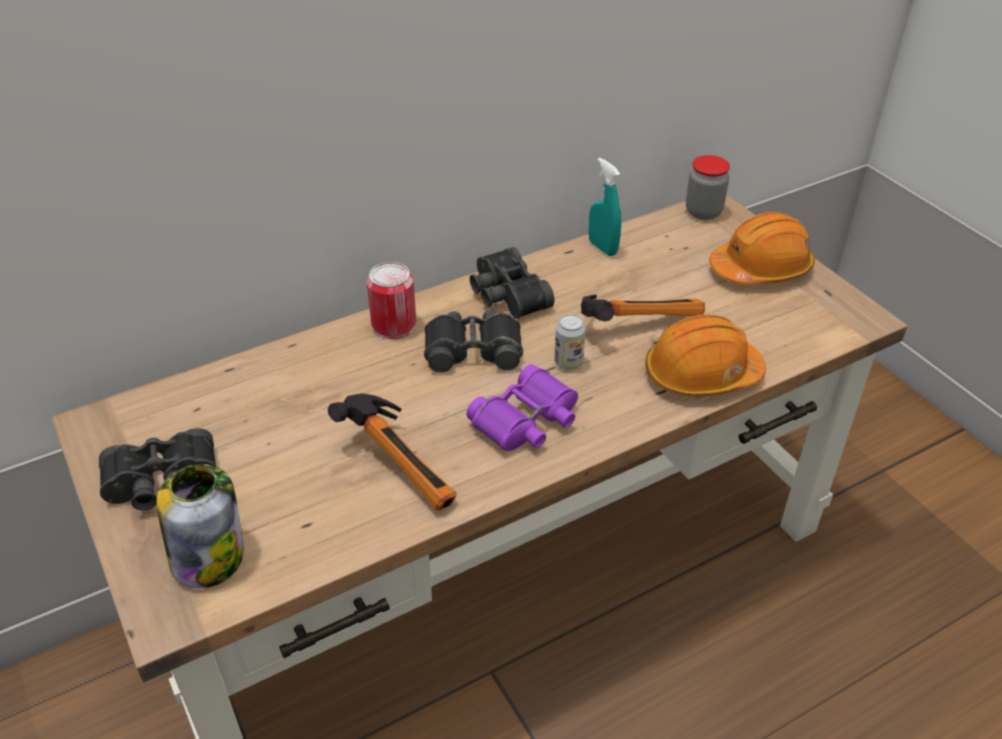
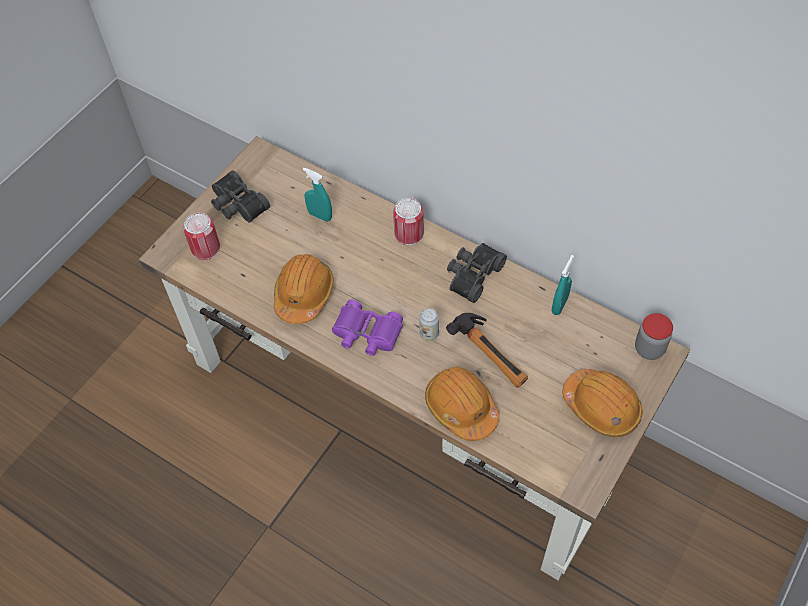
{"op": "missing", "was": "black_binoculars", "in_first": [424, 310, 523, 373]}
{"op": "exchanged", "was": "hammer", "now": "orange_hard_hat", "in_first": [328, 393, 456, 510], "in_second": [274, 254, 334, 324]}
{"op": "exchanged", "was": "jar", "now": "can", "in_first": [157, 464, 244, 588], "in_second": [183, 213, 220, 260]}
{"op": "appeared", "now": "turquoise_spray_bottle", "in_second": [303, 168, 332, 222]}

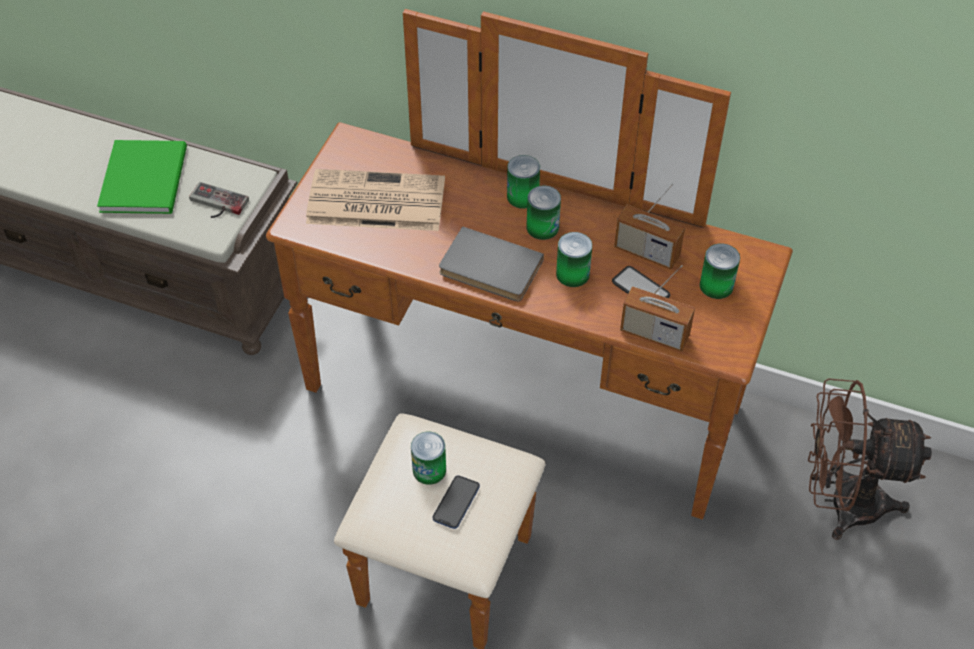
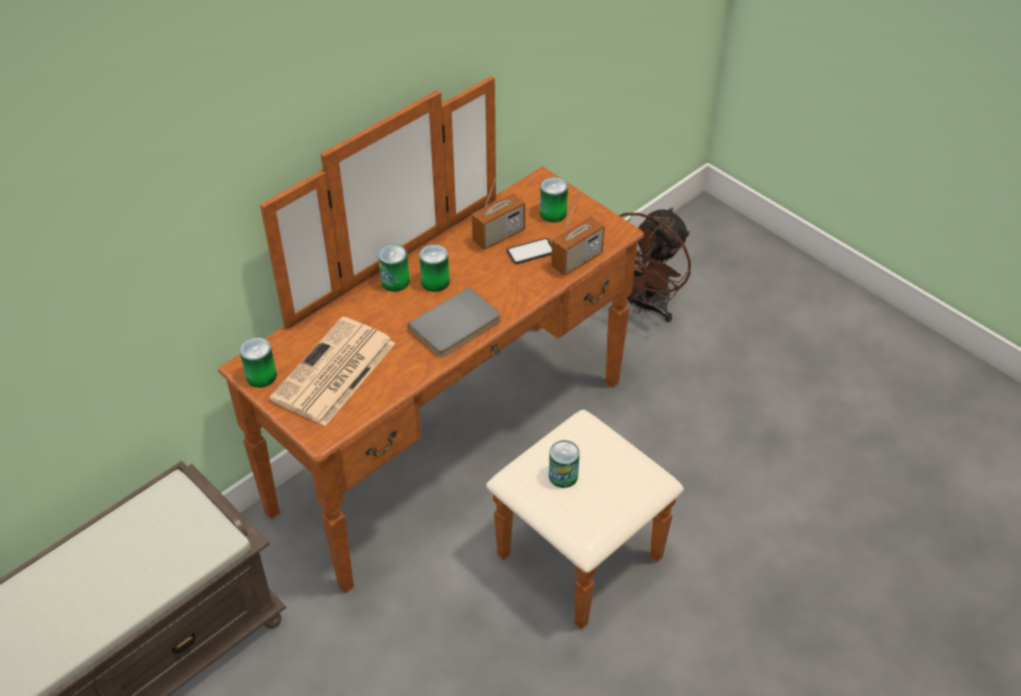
{"op": "missing", "was": "green_book", "in_first": [97, 140, 187, 214]}
{"op": "missing", "was": "game_controller", "in_first": [189, 182, 249, 218]}
{"op": "relocated", "was": "can", "in_first": [556, 232, 592, 287], "in_second": [239, 337, 277, 388]}
{"op": "missing", "was": "phone", "in_first": [432, 475, 480, 529]}

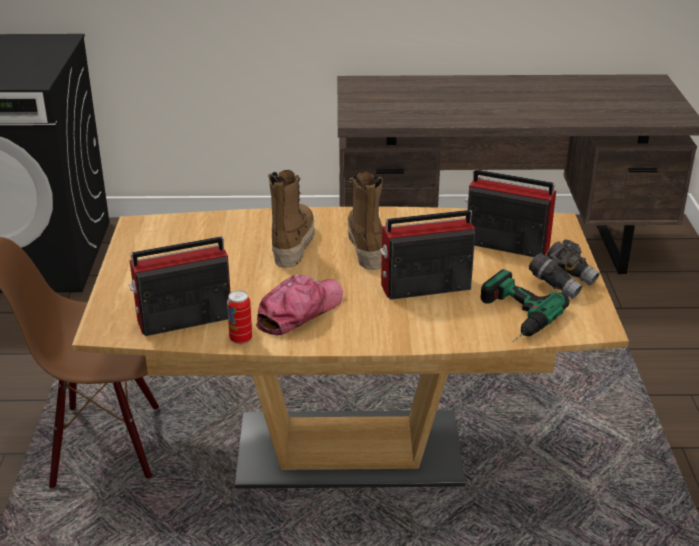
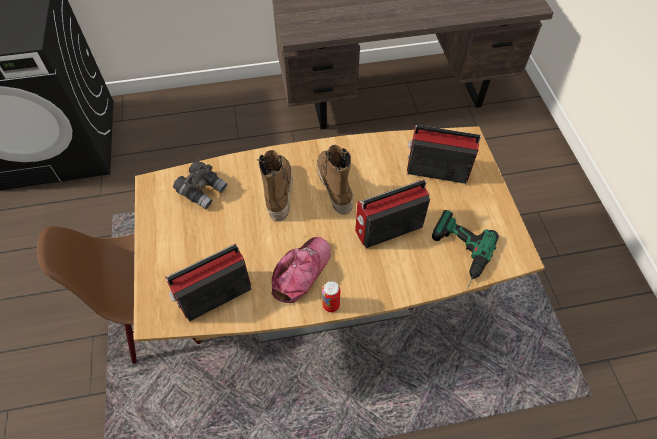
{"op": "relocated", "was": "grey_binoculars", "in_first": [529, 239, 600, 299], "in_second": [173, 160, 227, 209]}
{"op": "relocated", "was": "can", "in_first": [227, 290, 252, 344], "in_second": [322, 281, 340, 312]}

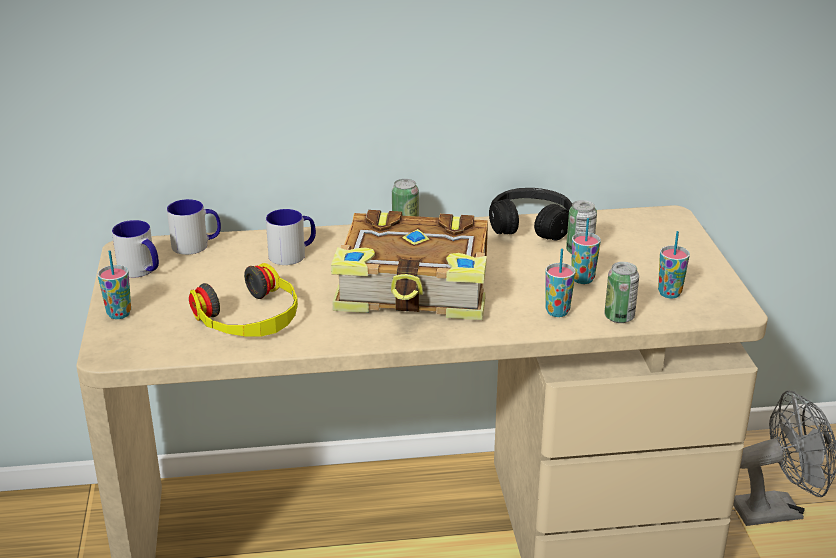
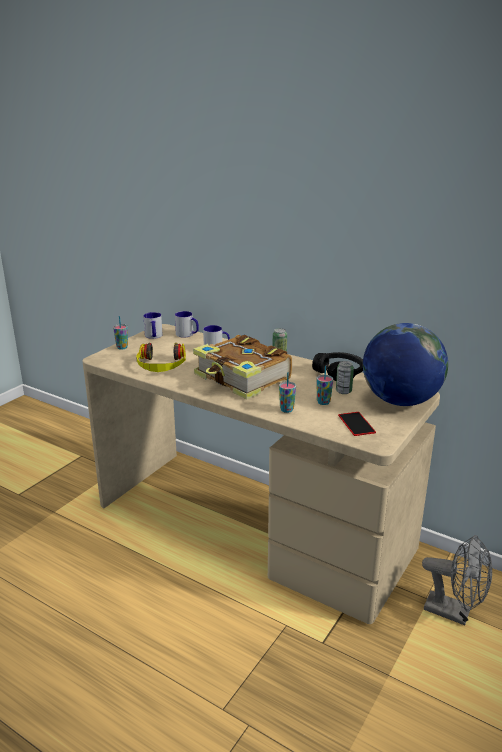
{"op": "exchanged", "was": "cup", "now": "phone", "in_first": [658, 231, 690, 298], "in_second": [338, 412, 376, 436]}
{"op": "missing", "was": "can", "in_first": [604, 262, 639, 323]}
{"op": "appeared", "now": "globe", "in_second": [363, 323, 448, 406]}

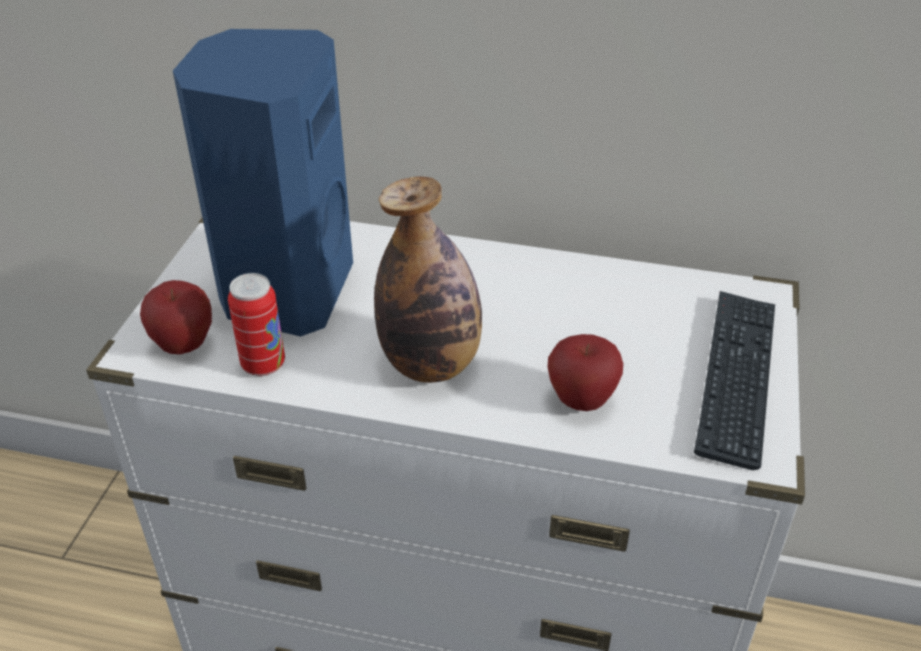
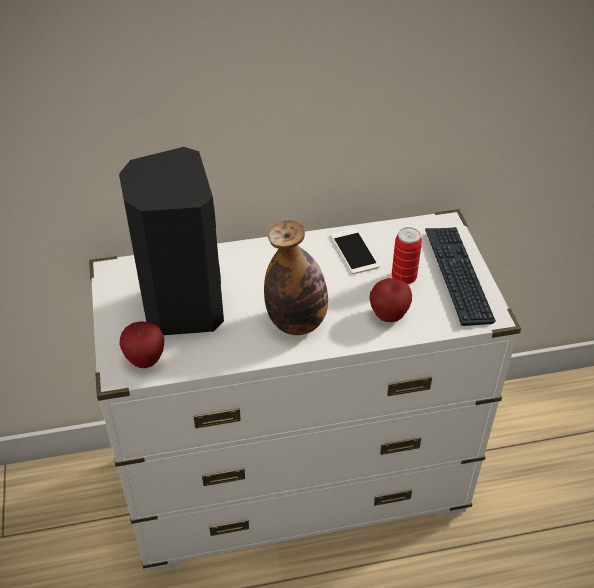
{"op": "colour", "was": "blue_speaker", "now": "black_speaker", "in_first": [173, 29, 353, 337], "in_second": [119, 147, 224, 335]}
{"op": "relocated", "was": "can", "in_first": [228, 273, 285, 376], "in_second": [392, 227, 422, 284]}
{"op": "appeared", "now": "phone", "in_second": [330, 228, 380, 274]}

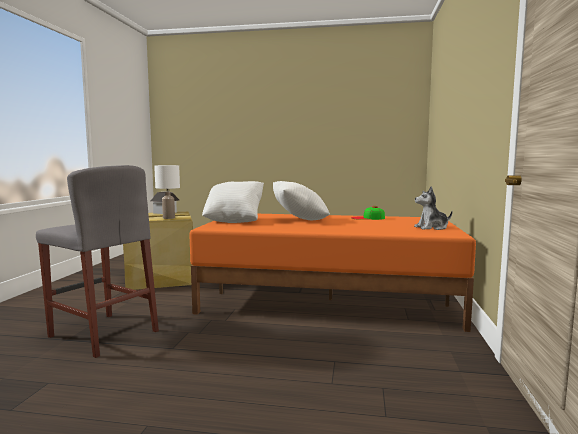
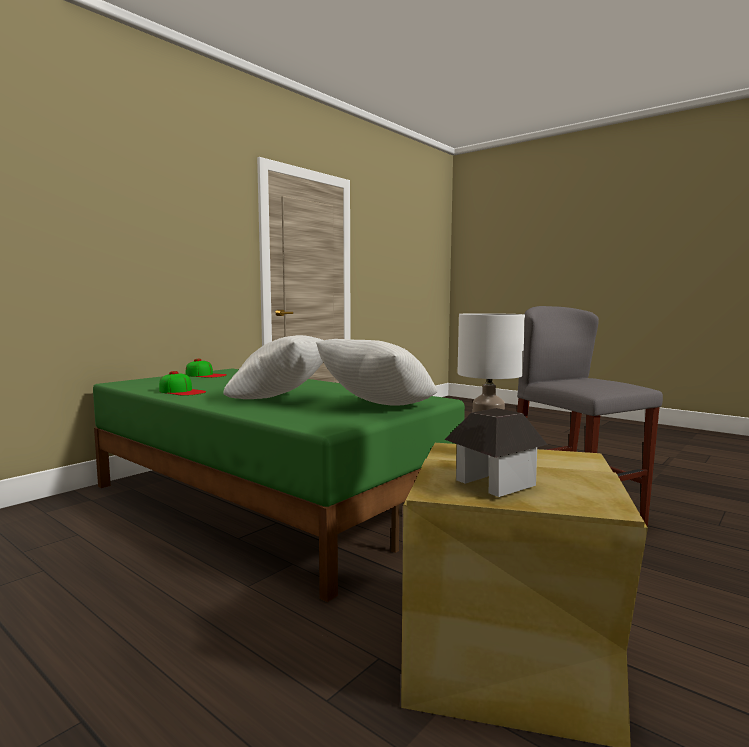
{"op": "exchanged", "was": "plush_toy", "now": "cap", "in_first": [414, 186, 453, 230], "in_second": [185, 359, 227, 378]}
{"op": "colour", "was": "orange_bed", "now": "green_bed", "in_first": [189, 214, 476, 332], "in_second": [93, 368, 465, 602]}

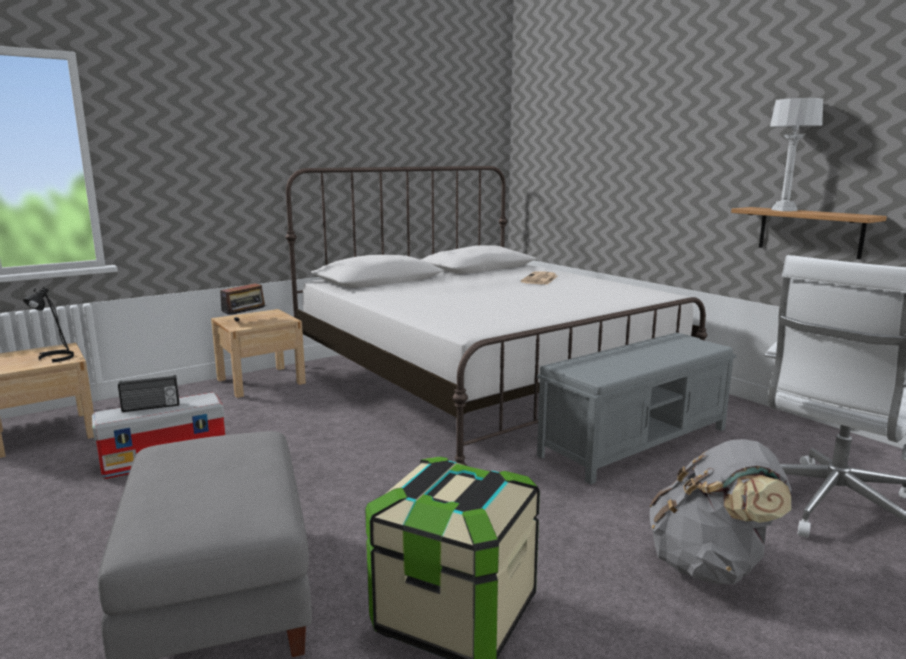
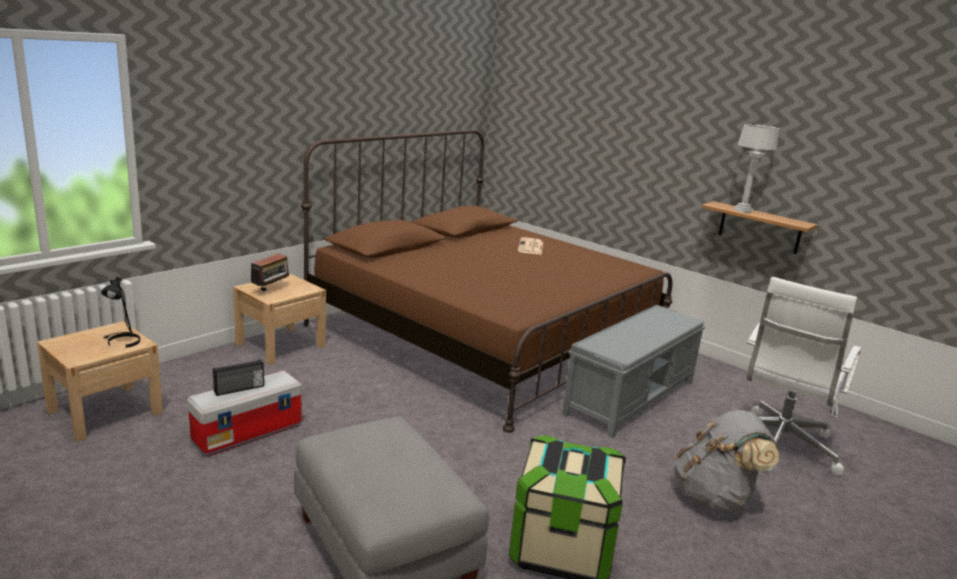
{"op": "colour", "was": "white_bed", "now": "brown_bed", "in_first": [286, 166, 707, 466], "in_second": [301, 129, 673, 433]}

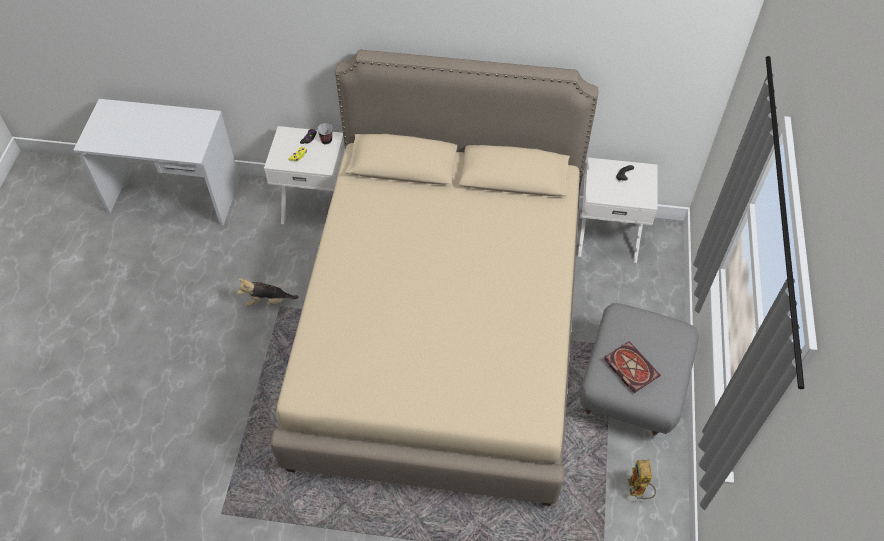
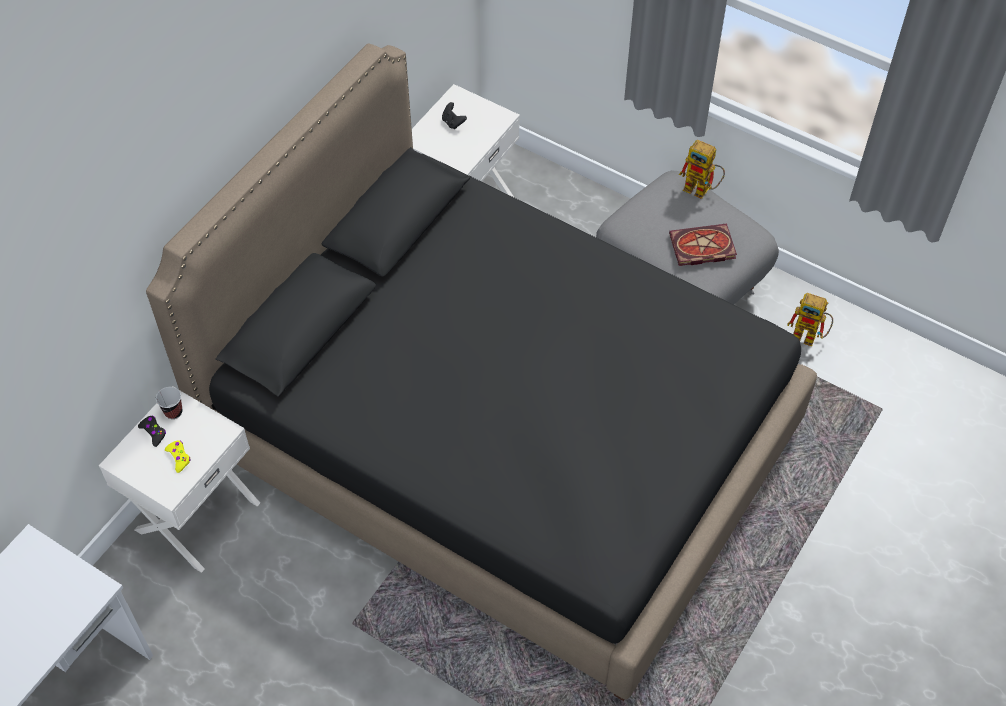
{"op": "colour", "was": "beige_bed", "now": "black_bed", "in_first": [270, 50, 598, 506], "in_second": [146, 43, 817, 701]}
{"op": "missing", "was": "plush_toy", "in_first": [237, 279, 299, 306]}
{"op": "appeared", "now": "toy_robot", "in_second": [679, 140, 725, 199]}

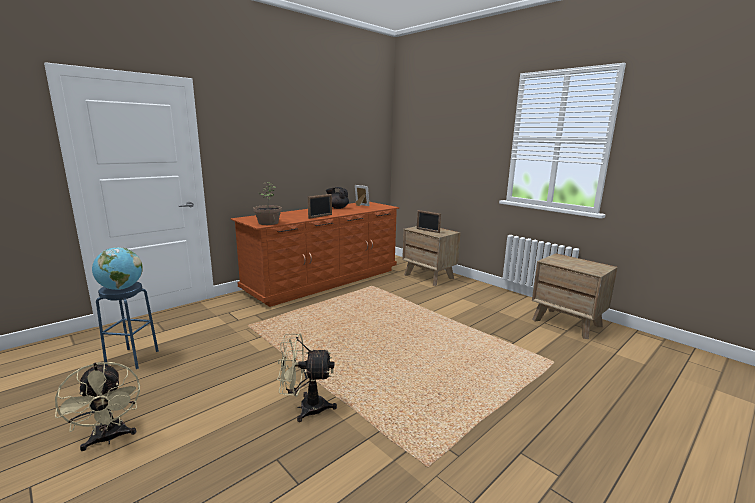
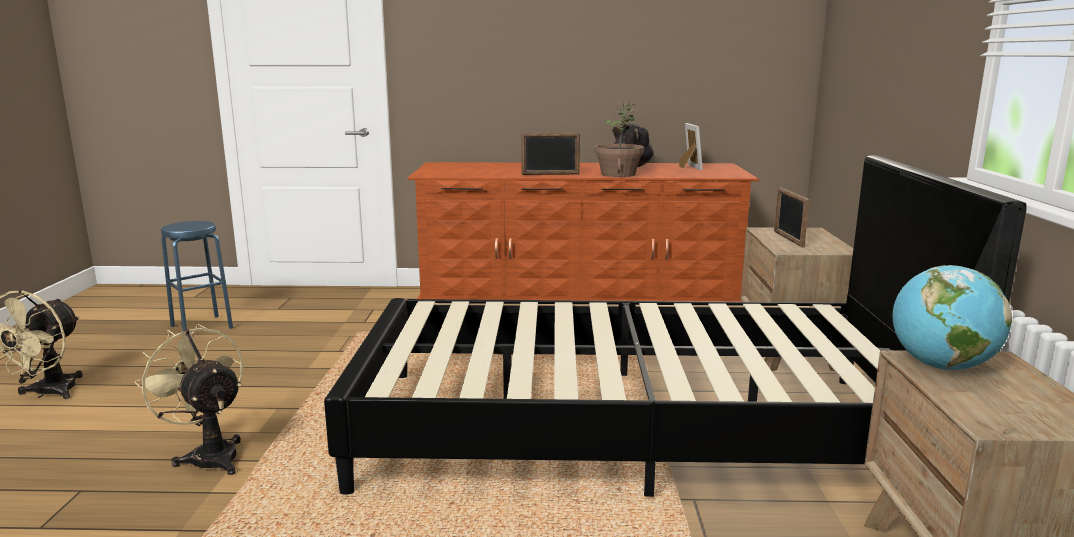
{"op": "relocated", "was": "potted_plant", "in_first": [253, 182, 282, 225], "in_second": [595, 101, 644, 177]}
{"op": "relocated", "was": "globe", "in_first": [92, 247, 143, 290], "in_second": [893, 265, 1012, 370]}
{"op": "appeared", "now": "black_bed", "in_second": [324, 155, 1027, 497]}

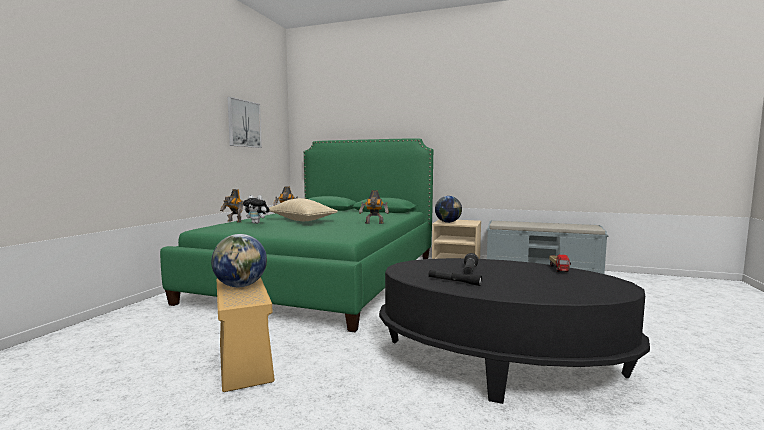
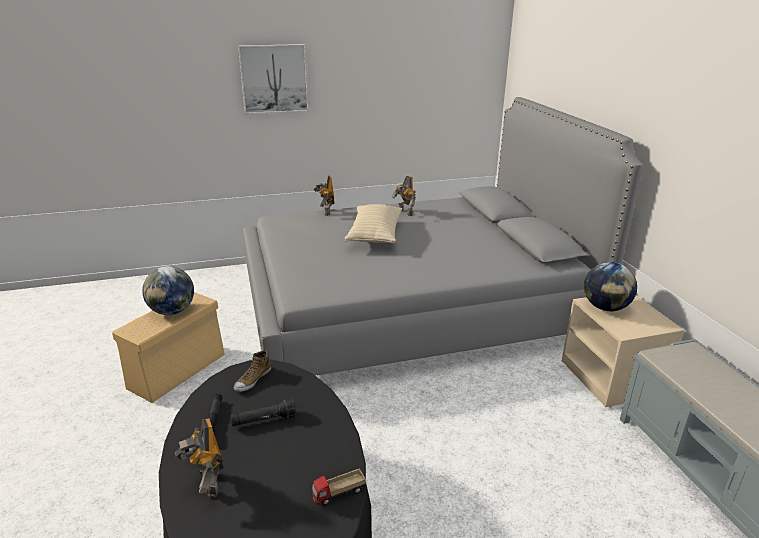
{"op": "relocated", "was": "picture", "in_first": [227, 97, 262, 148], "in_second": [238, 44, 309, 115]}
{"op": "colour", "was": "green_bed", "now": "grey_bed", "in_first": [160, 139, 433, 332], "in_second": [243, 97, 644, 376]}
{"op": "relocated", "was": "toy_robot", "in_first": [359, 190, 389, 224], "in_second": [175, 419, 224, 499]}
{"op": "missing", "was": "plush_toy", "in_first": [243, 195, 270, 224]}
{"op": "appeared", "now": "shoe", "in_second": [234, 350, 271, 392]}

